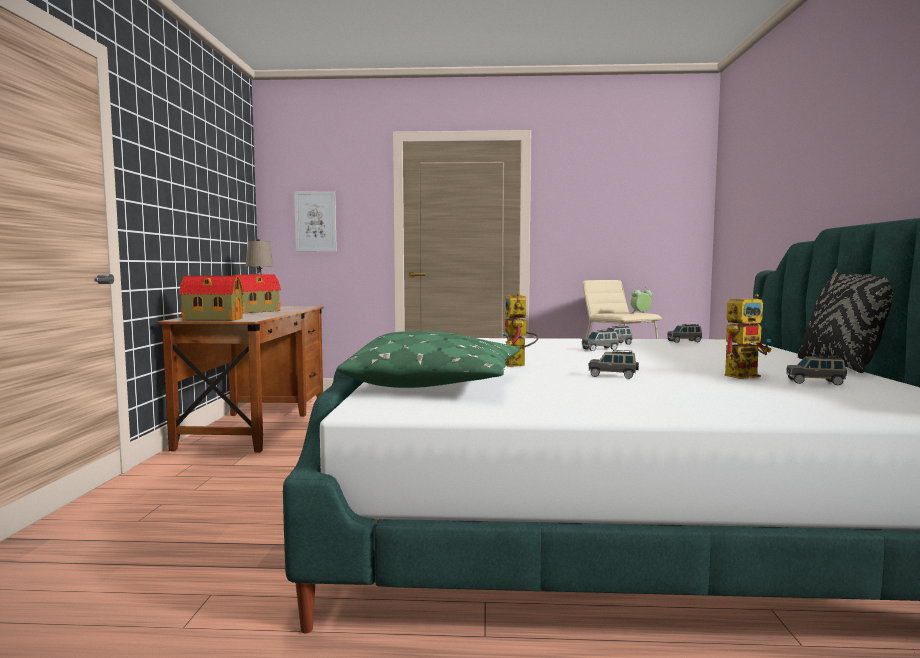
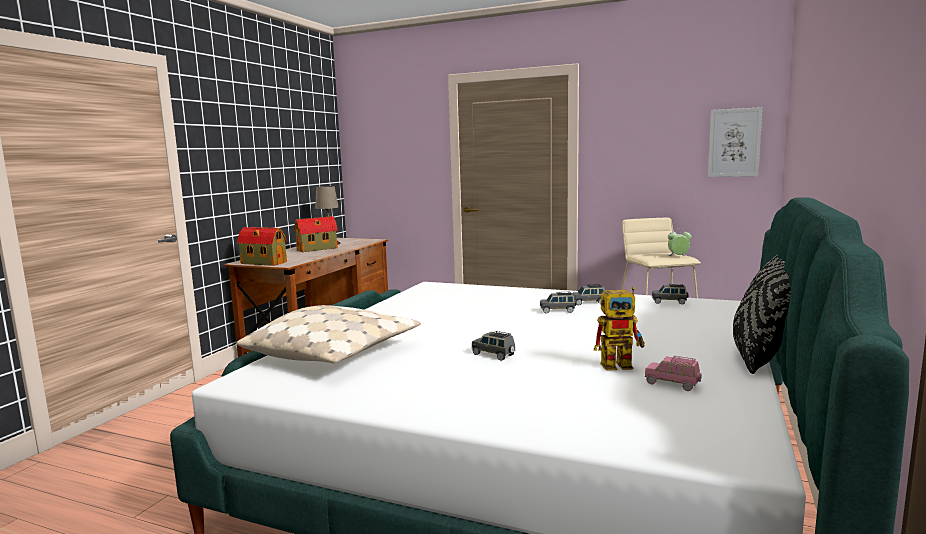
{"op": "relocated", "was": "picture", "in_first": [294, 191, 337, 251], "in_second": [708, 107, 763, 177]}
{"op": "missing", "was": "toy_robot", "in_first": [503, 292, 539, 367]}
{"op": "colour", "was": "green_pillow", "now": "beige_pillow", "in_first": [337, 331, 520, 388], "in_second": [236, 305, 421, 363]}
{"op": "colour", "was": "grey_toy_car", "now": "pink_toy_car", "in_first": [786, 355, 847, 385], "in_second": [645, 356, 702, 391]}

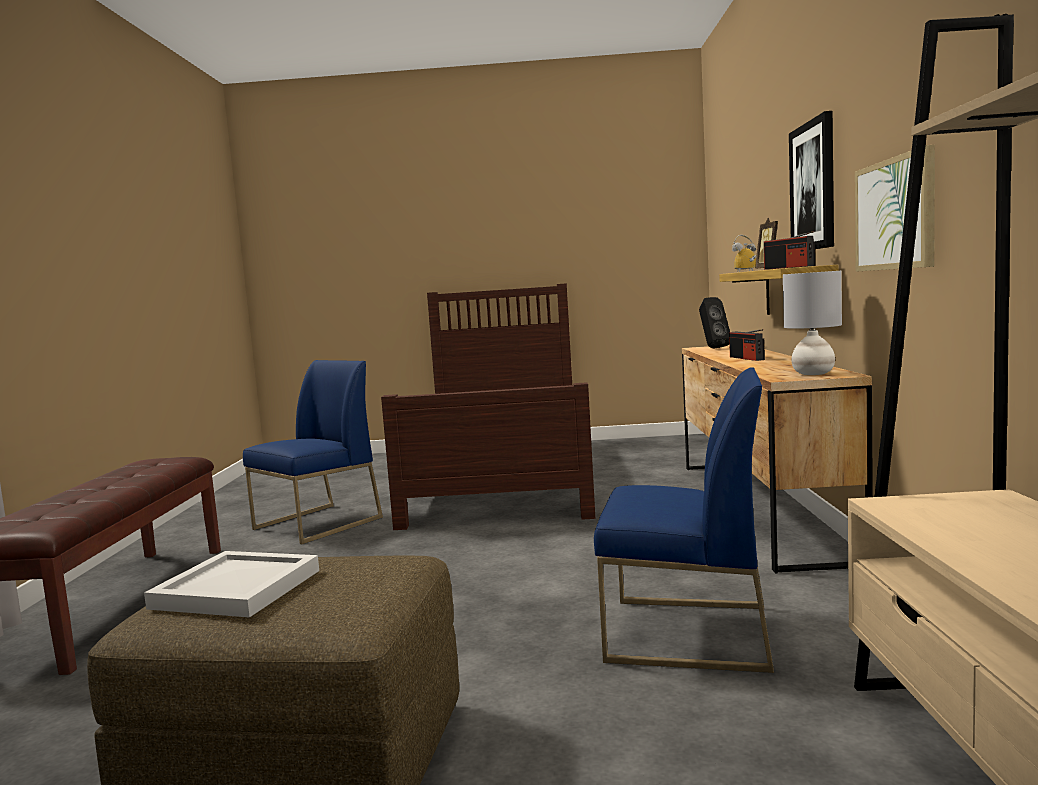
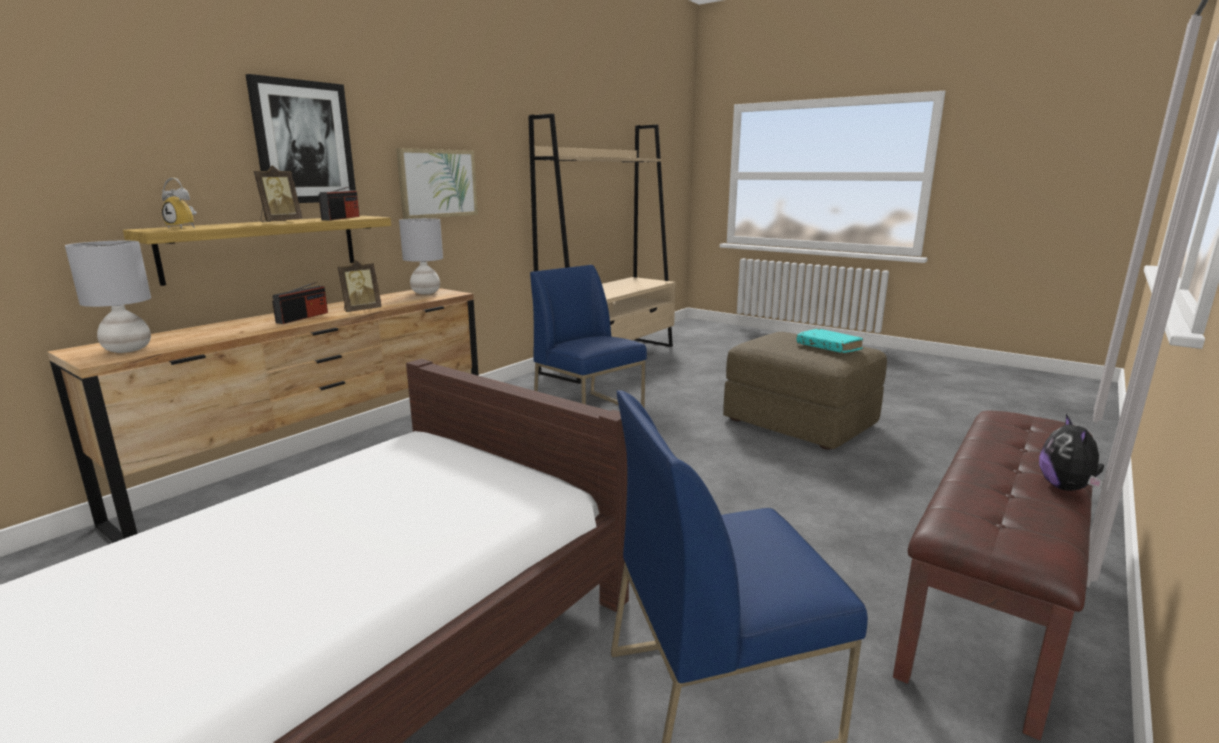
{"op": "exchanged", "was": "black_speaker", "now": "grey_table_lamp", "in_first": [699, 297, 730, 349], "in_second": [65, 241, 151, 353]}
{"op": "exchanged", "was": "white_tray", "now": "turquoise_book", "in_first": [144, 551, 319, 618], "in_second": [797, 329, 863, 353]}
{"op": "appeared", "now": "picture_frame", "in_second": [338, 260, 382, 312]}
{"op": "appeared", "now": "plush_toy", "in_second": [1039, 414, 1104, 491]}

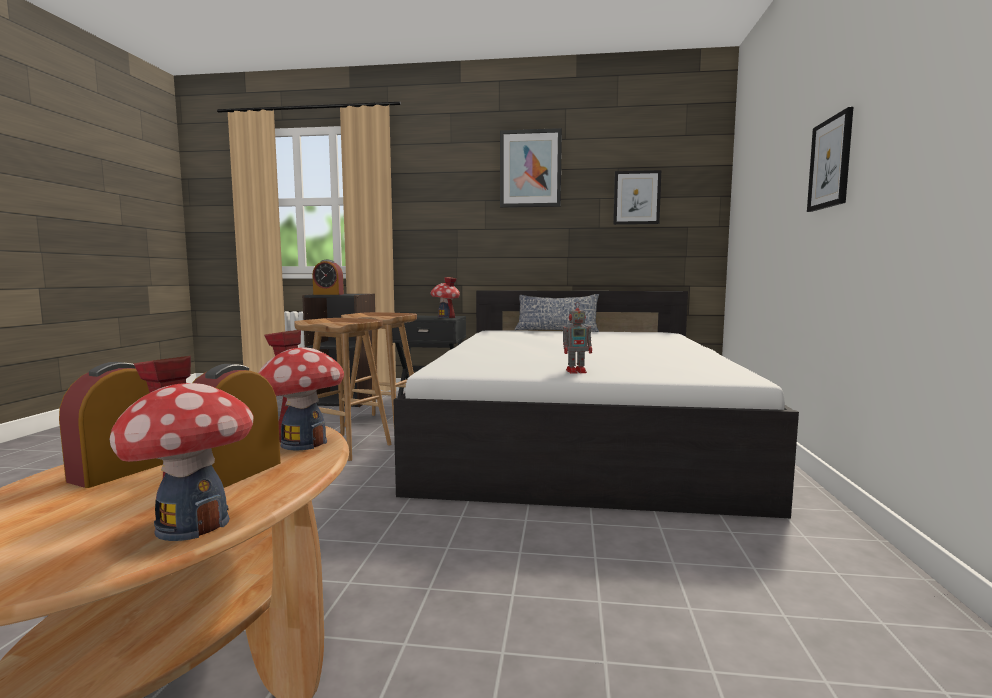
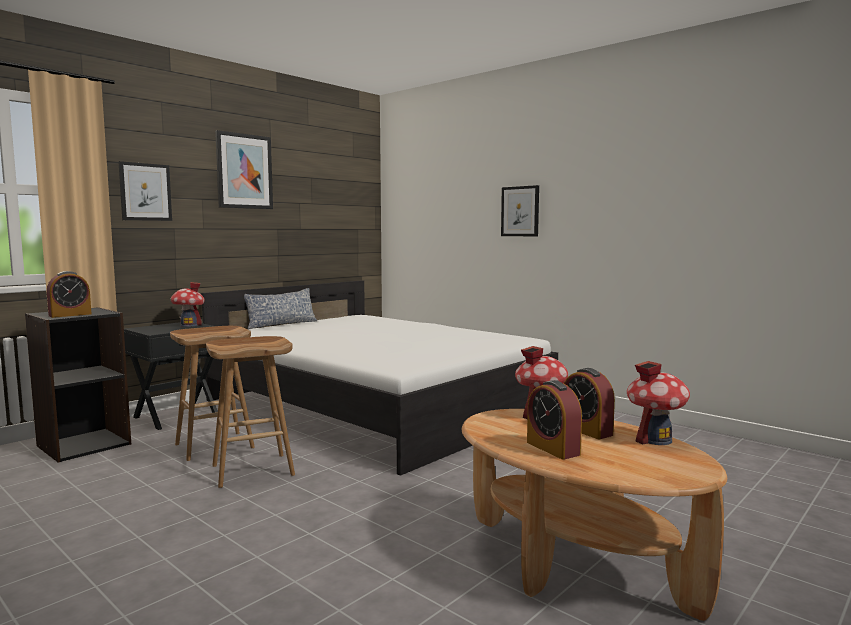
{"op": "relocated", "was": "picture", "in_first": [613, 170, 661, 225], "in_second": [118, 161, 172, 221]}
{"op": "missing", "was": "toy_robot", "in_first": [563, 302, 592, 374]}

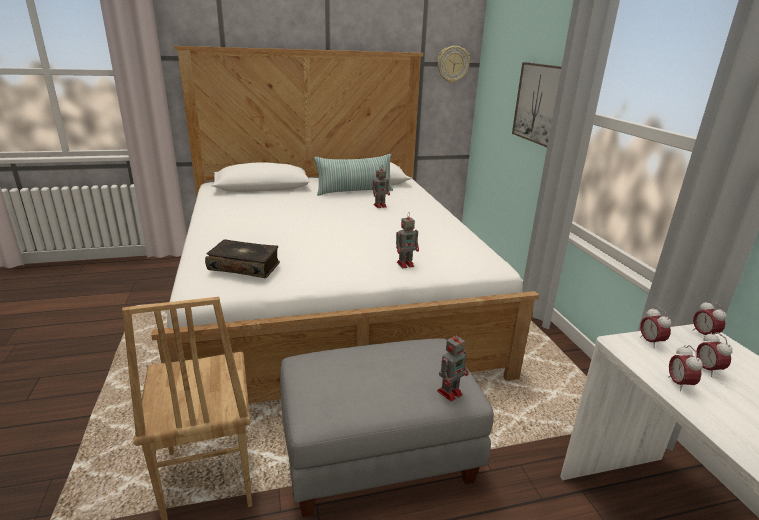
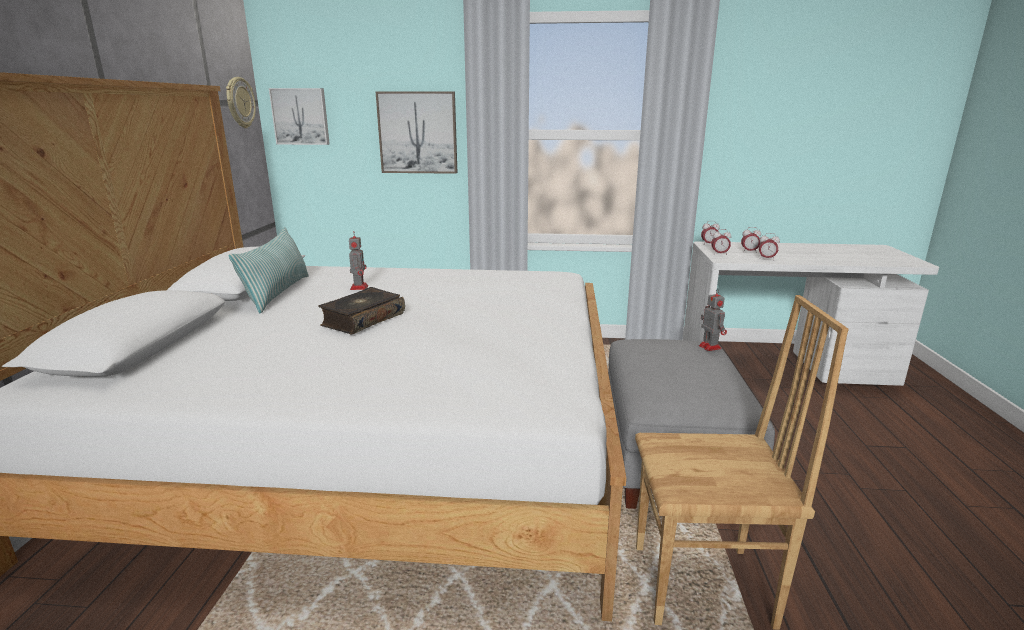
{"op": "missing", "was": "toy_robot", "in_first": [396, 212, 419, 268]}
{"op": "relocated", "was": "book", "in_first": [205, 239, 280, 278], "in_second": [318, 287, 405, 334]}
{"op": "appeared", "now": "picture", "in_second": [269, 88, 330, 145]}

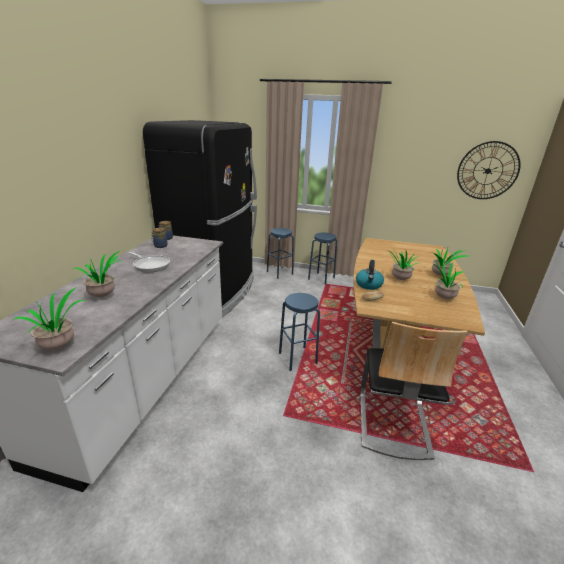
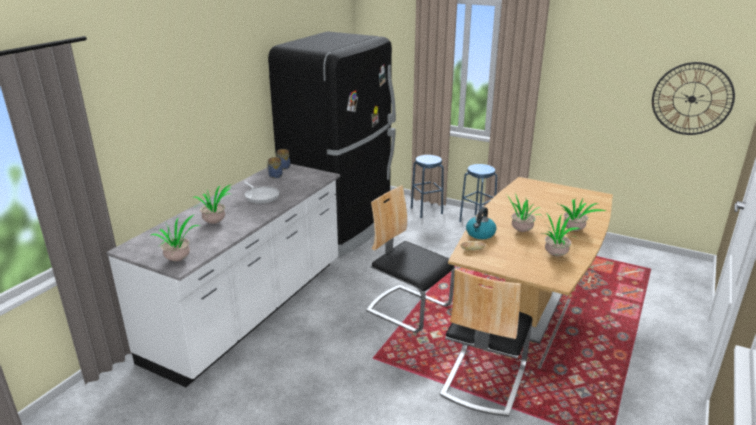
{"op": "exchanged", "was": "blue_stool", "now": "chair", "in_first": [279, 293, 320, 371], "in_second": [366, 185, 455, 333]}

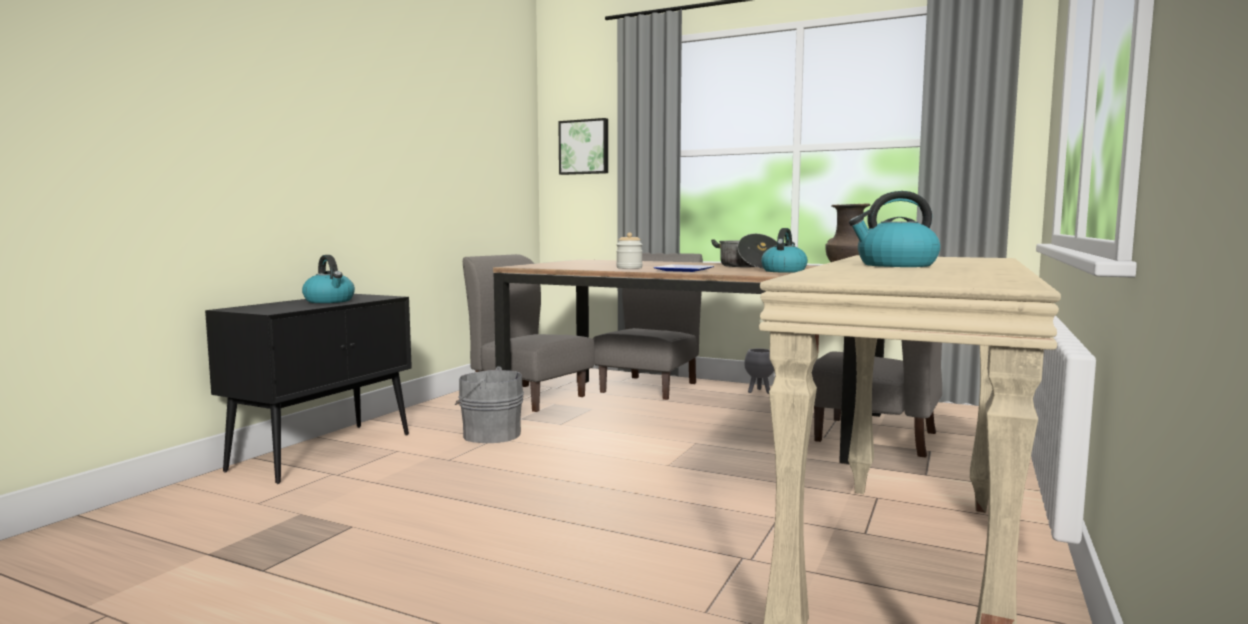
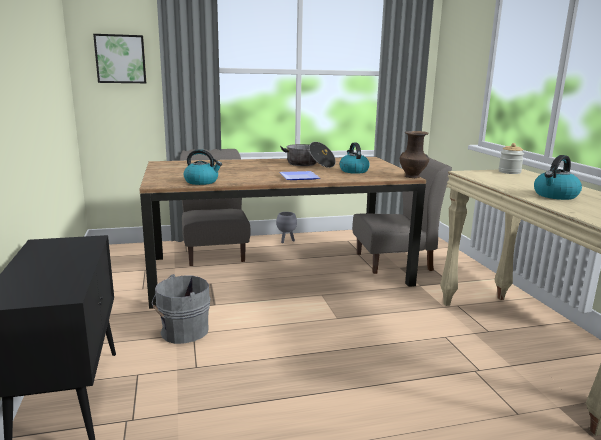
{"op": "relocated", "was": "jar", "in_first": [616, 232, 643, 269], "in_second": [499, 143, 524, 174]}
{"op": "missing", "was": "grey_chair", "in_first": [463, 254, 595, 412]}
{"op": "relocated", "was": "kettle", "in_first": [302, 255, 355, 303], "in_second": [184, 149, 222, 185]}

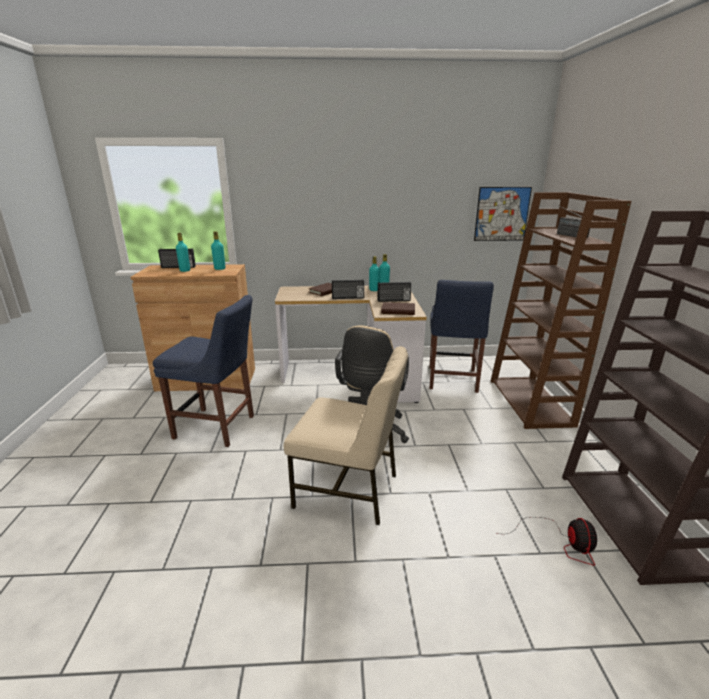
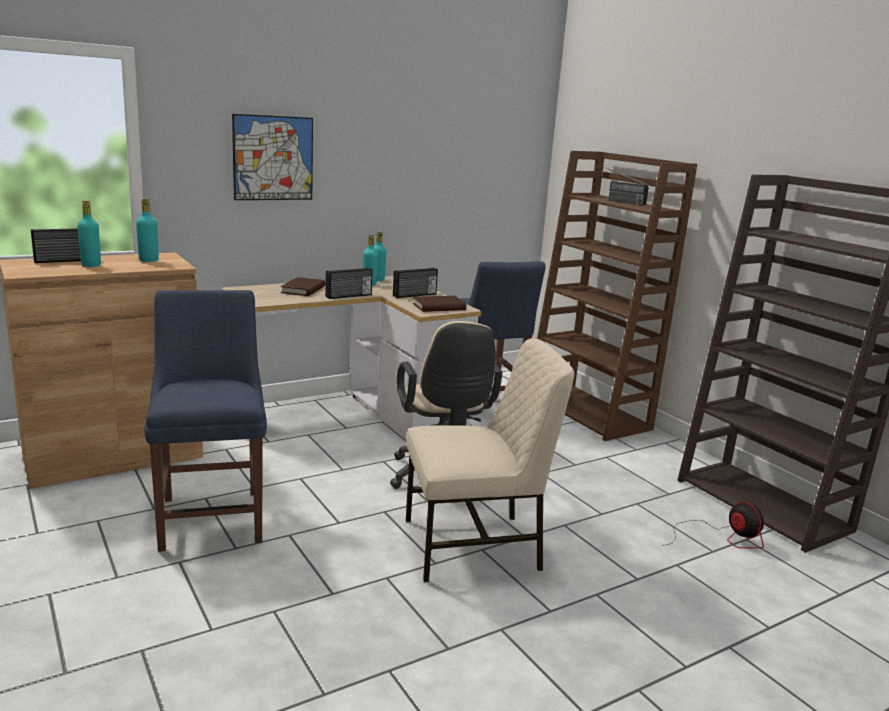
{"op": "relocated", "was": "picture", "in_first": [474, 187, 532, 241], "in_second": [232, 114, 313, 200]}
{"op": "spun", "was": "blue_chair", "in_first": [153, 295, 254, 447], "in_second": [144, 290, 267, 552], "clockwise": -90}

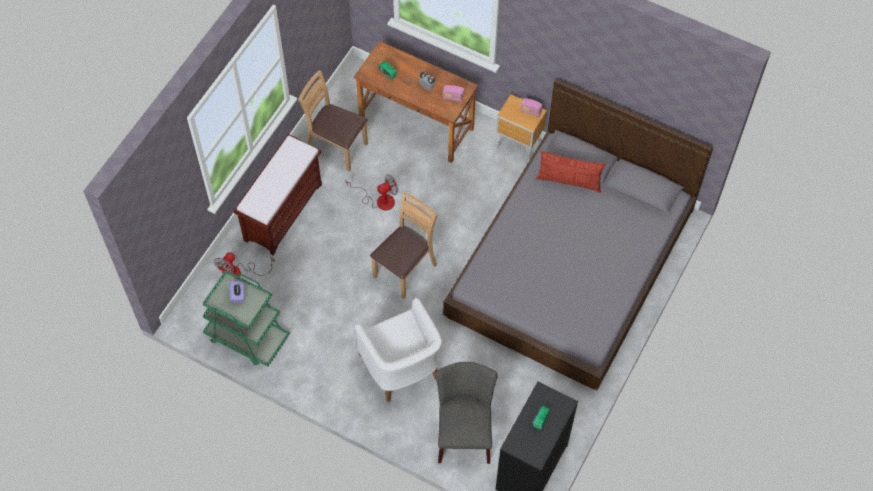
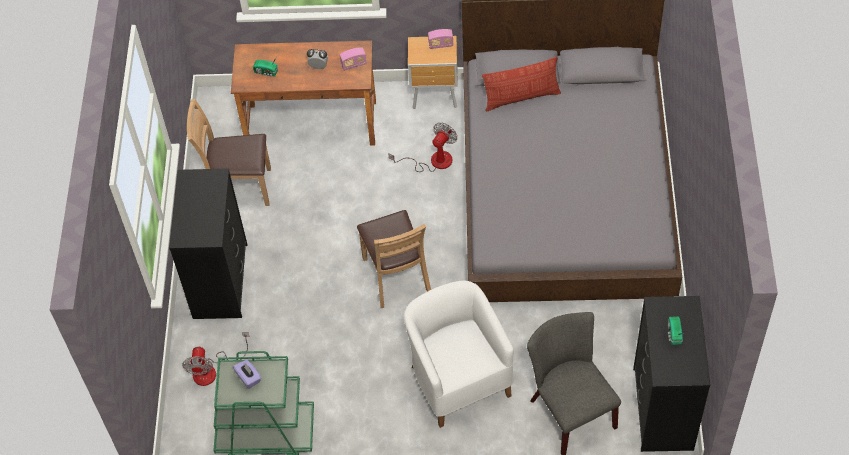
{"op": "exchanged", "was": "brown_bench", "now": "black_dresser", "in_first": [234, 134, 322, 256], "in_second": [169, 168, 248, 319]}
{"op": "relocated", "was": "fan", "in_first": [345, 174, 399, 211], "in_second": [388, 123, 457, 172]}
{"op": "spun", "was": "brown_chair", "in_first": [370, 192, 438, 299], "in_second": [357, 210, 431, 308], "clockwise": 150}
{"op": "spun", "was": "white_armchair", "in_first": [355, 298, 442, 402], "in_second": [404, 280, 514, 428], "clockwise": -150}

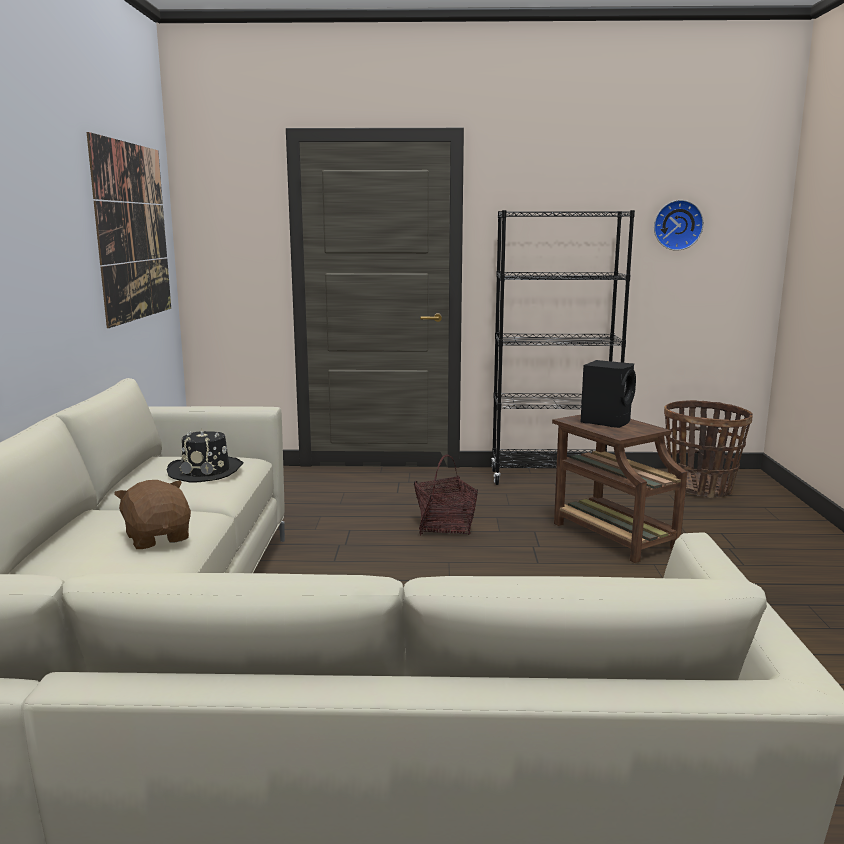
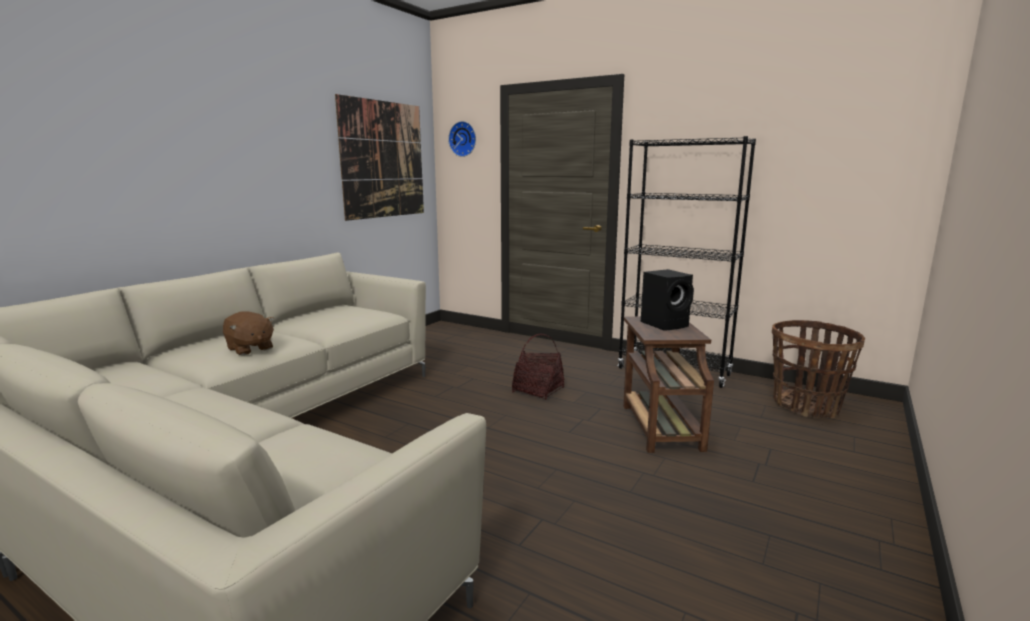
{"op": "relocated", "was": "wall_clock", "in_first": [654, 200, 704, 251], "in_second": [448, 121, 476, 157]}
{"op": "missing", "was": "black_hat", "in_first": [167, 428, 243, 483]}
{"op": "spun", "was": "brown_plush_toy", "in_first": [114, 480, 191, 549], "in_second": [223, 312, 274, 355], "clockwise": 135}

